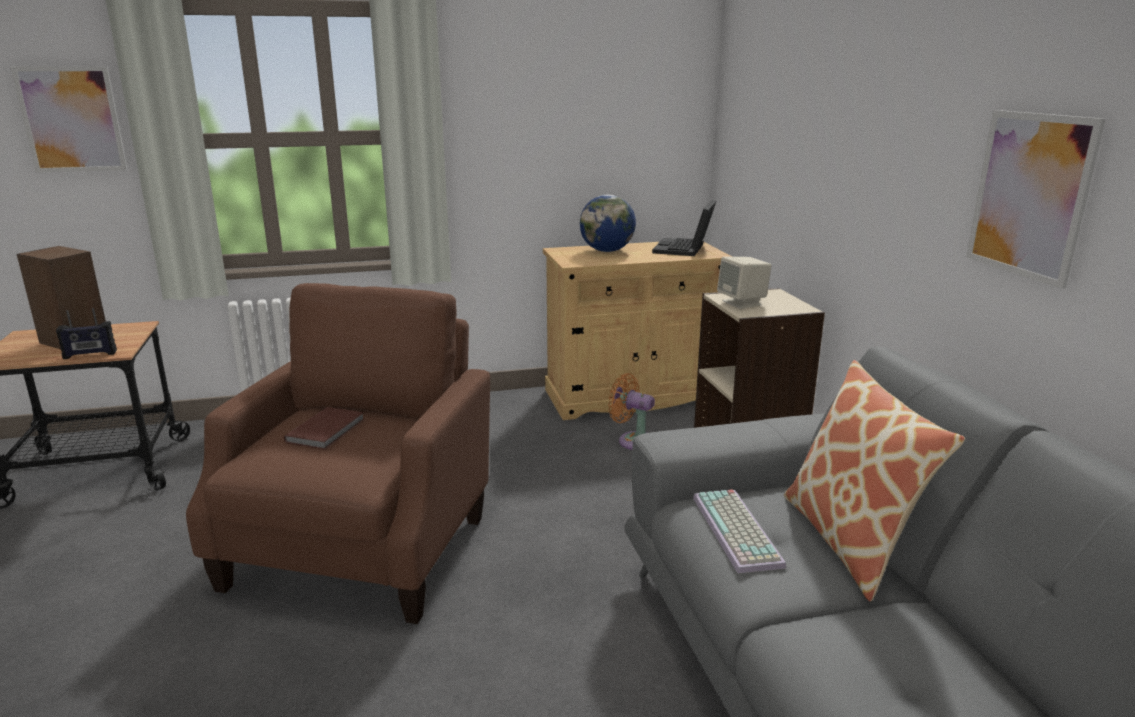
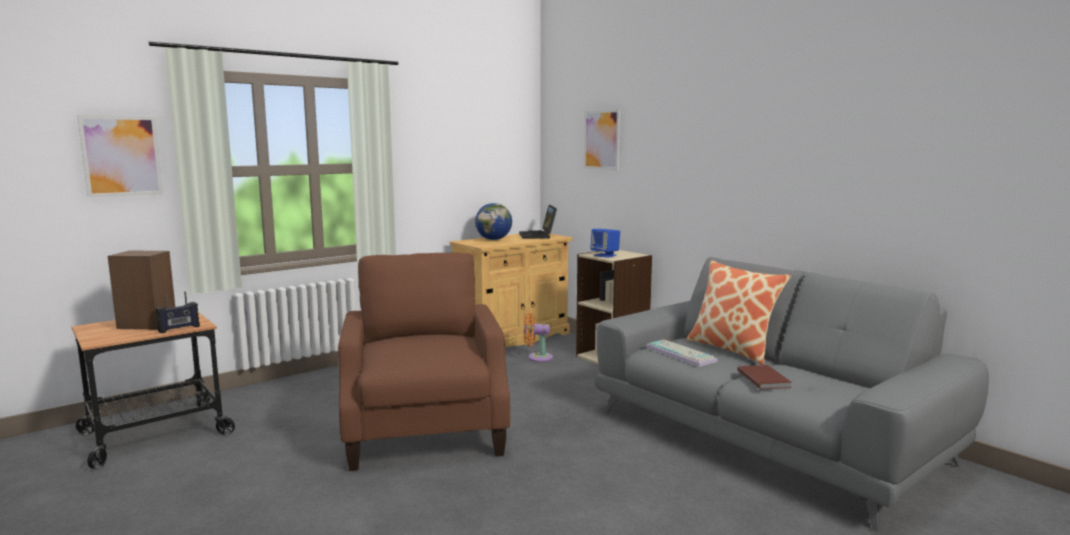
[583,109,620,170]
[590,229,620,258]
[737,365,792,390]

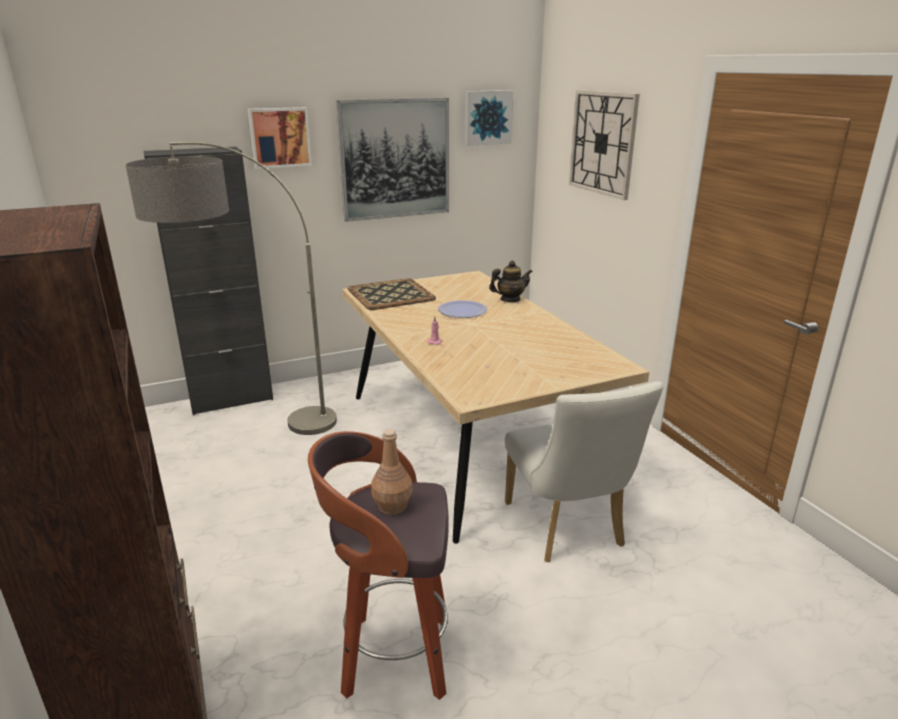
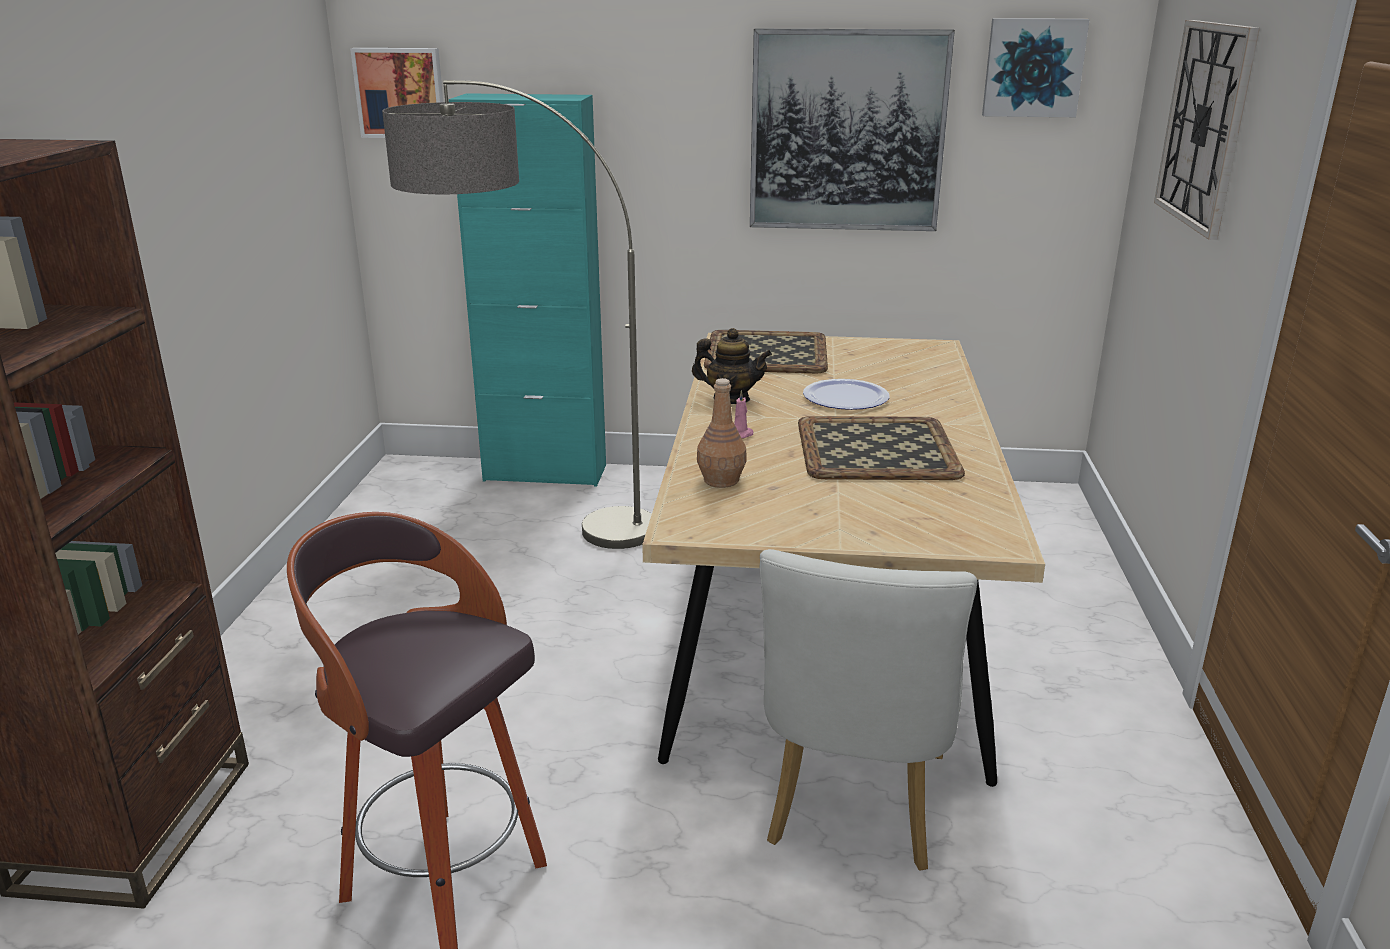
[350,48,443,138]
[449,93,606,487]
[692,328,772,404]
[697,378,747,488]
[798,416,965,480]

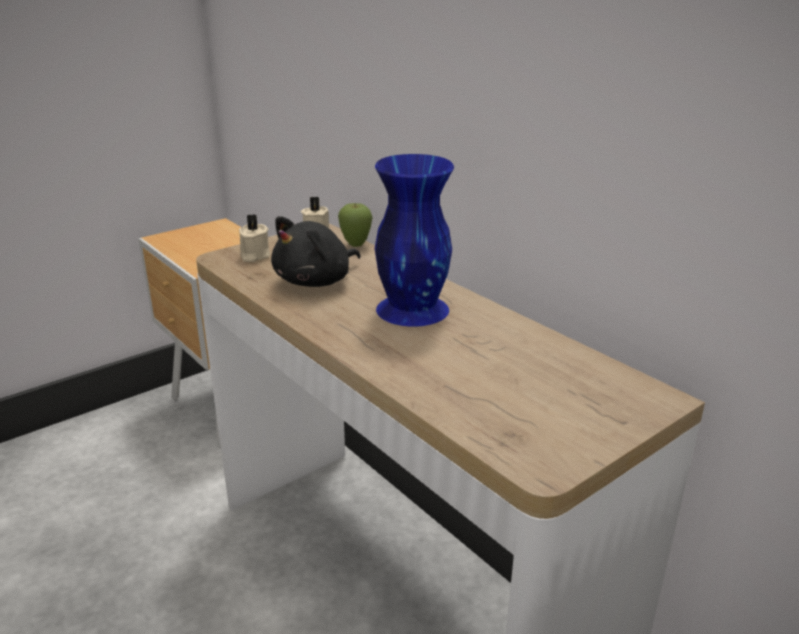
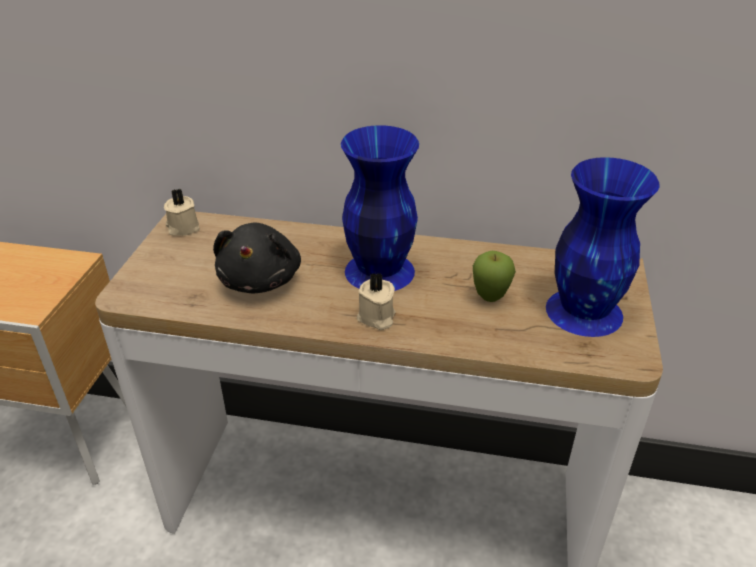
[357,272,396,330]
[473,251,516,302]
[546,157,659,337]

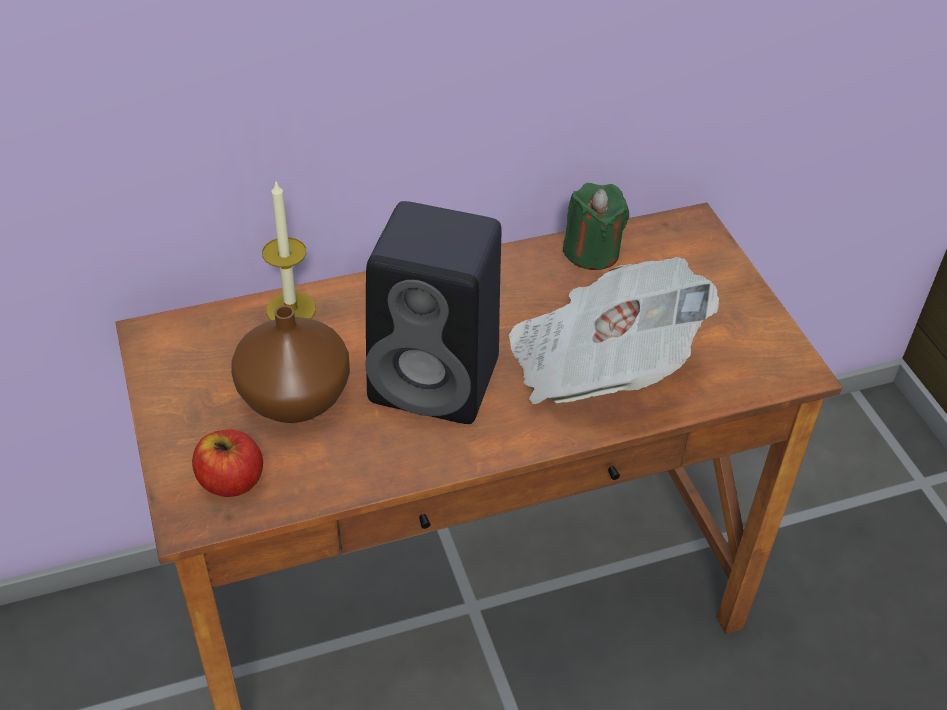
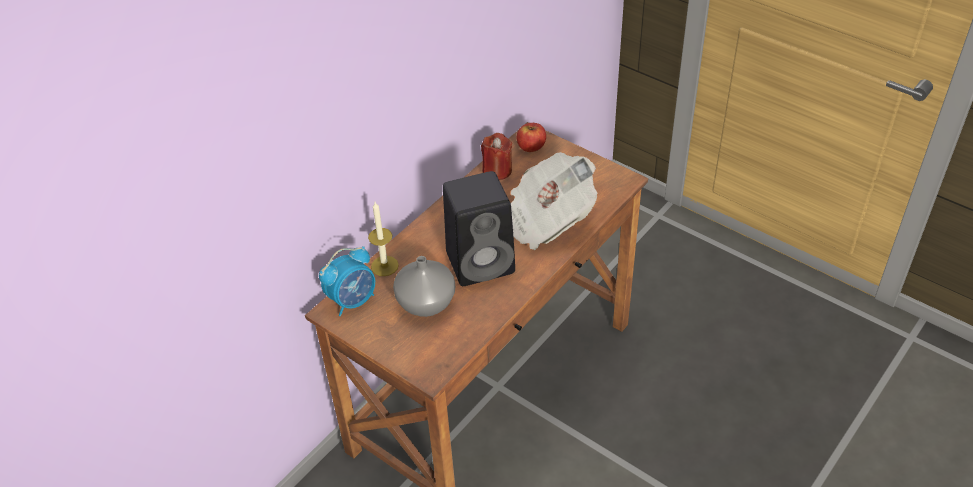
[319,246,375,316]
[393,256,455,317]
[481,133,512,180]
[517,123,546,152]

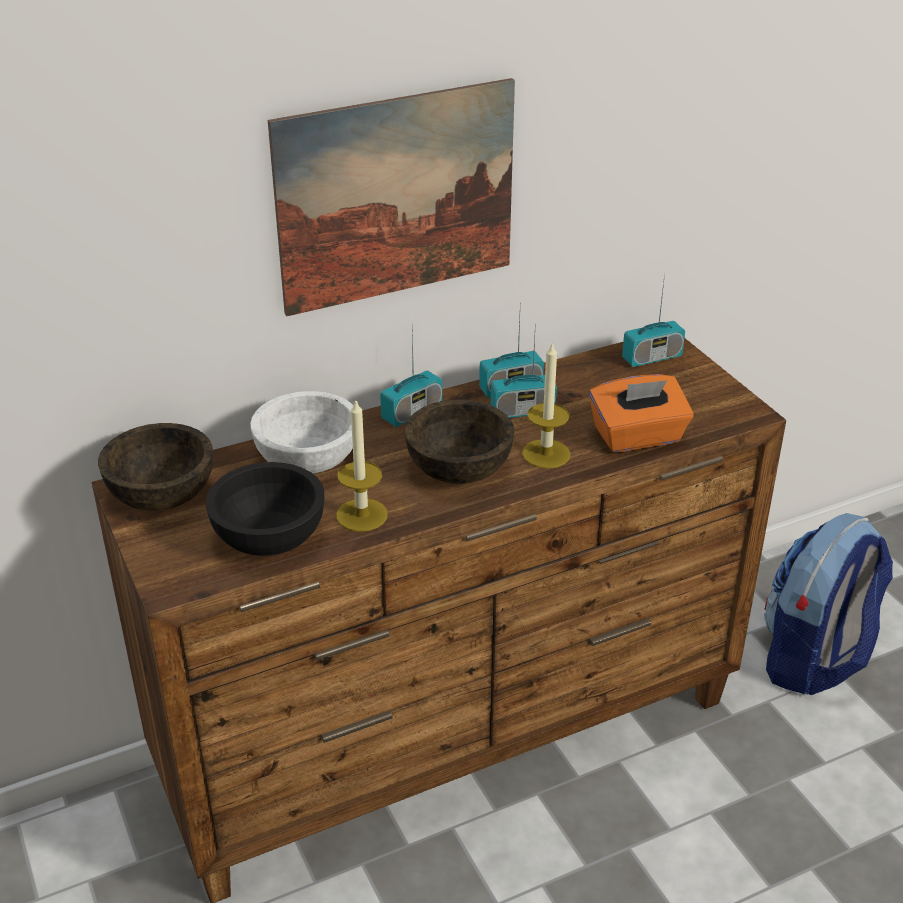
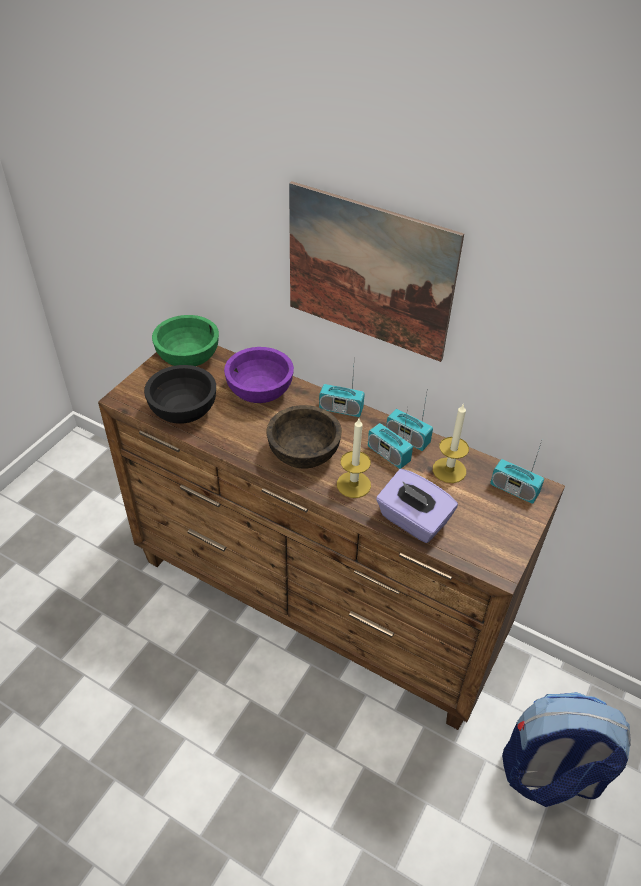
[152,315,219,366]
[224,347,294,403]
[376,469,458,543]
[433,403,469,483]

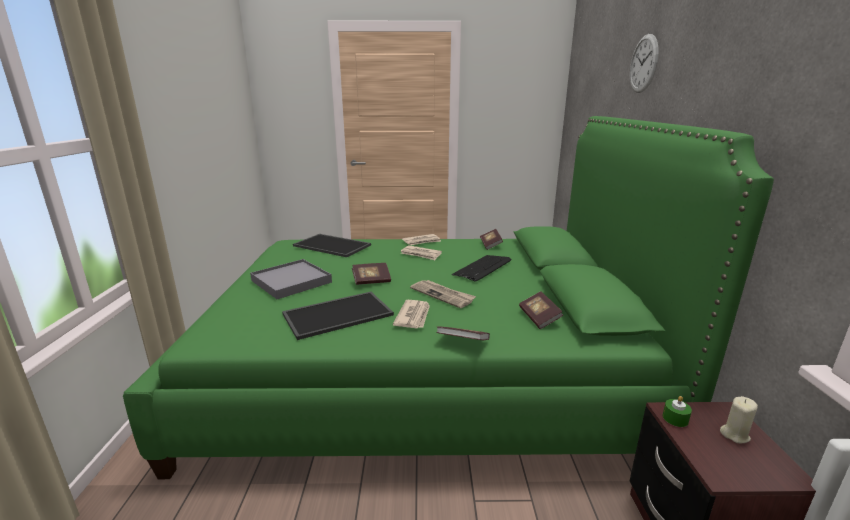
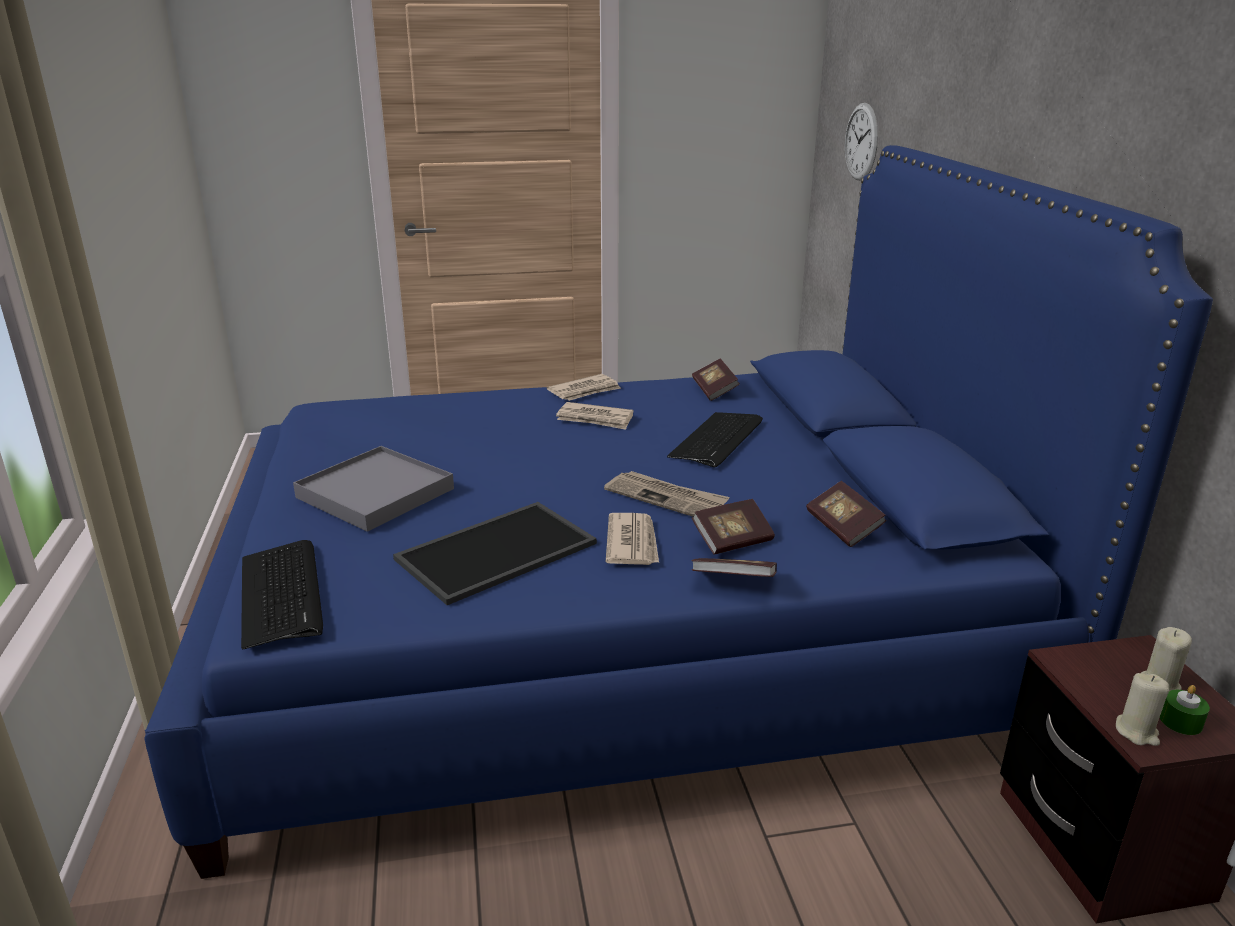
[144,145,1213,879]
[241,540,323,650]
[692,499,775,555]
[845,103,878,180]
[1116,673,1169,746]
[1160,685,1210,735]
[293,234,371,257] (first image)

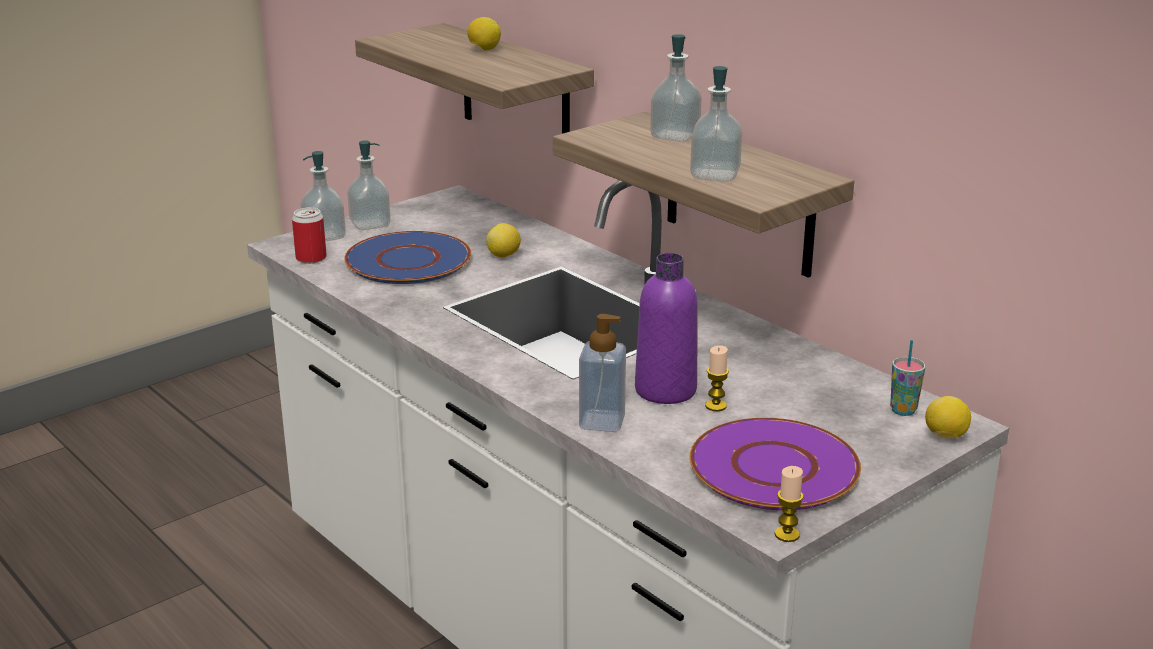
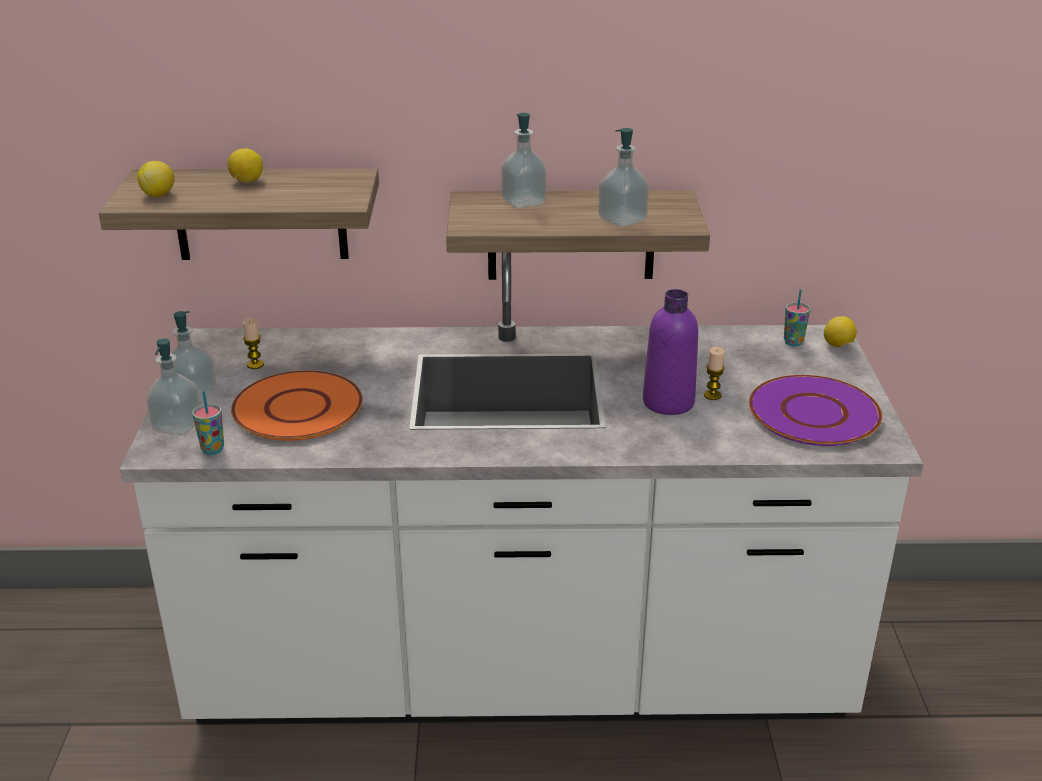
[137,161,174,197]
[192,391,224,455]
[231,370,363,441]
[243,318,264,369]
[579,314,626,432] (first image)

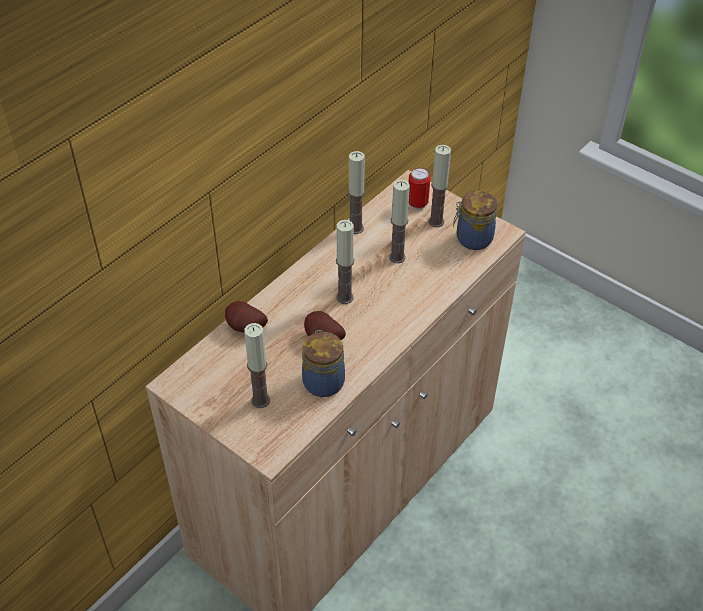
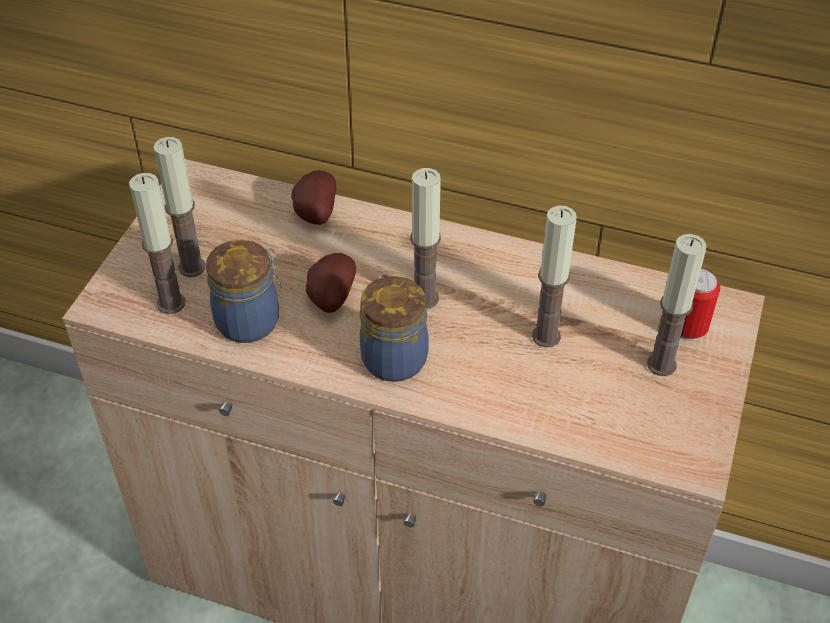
[129,173,185,314]
[360,274,429,382]

